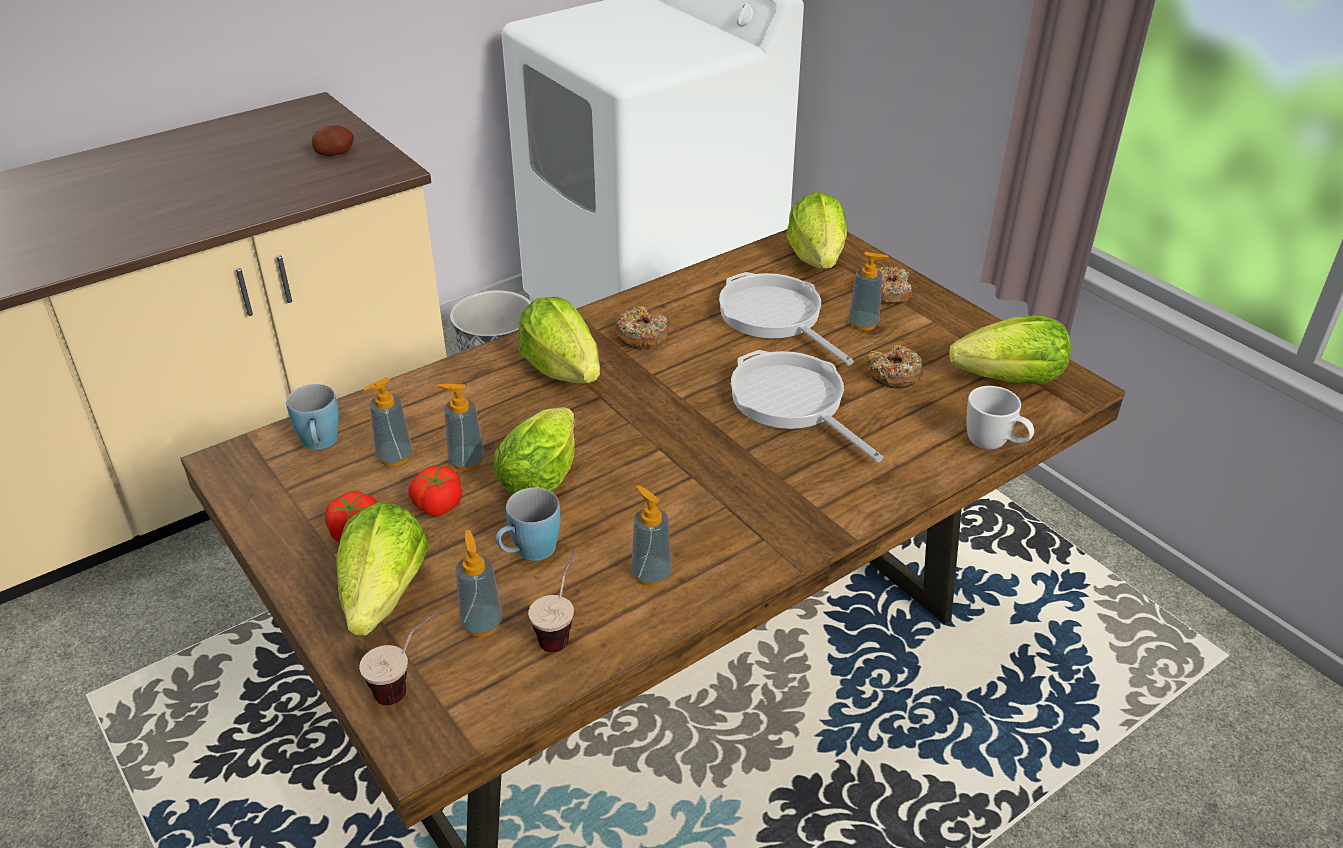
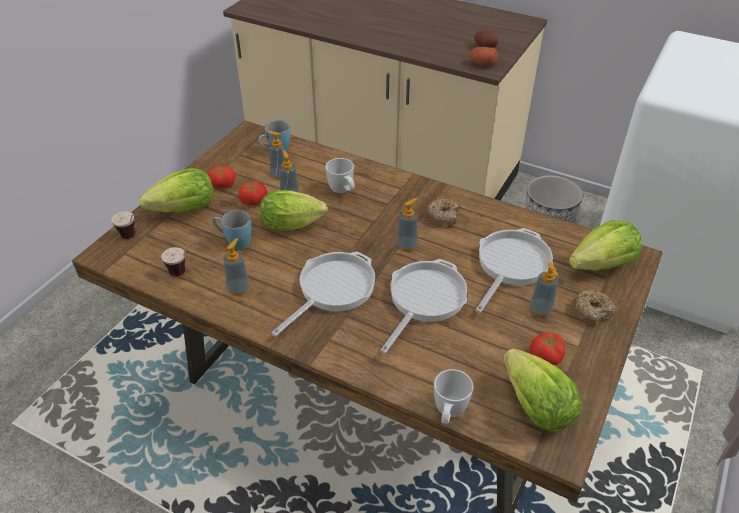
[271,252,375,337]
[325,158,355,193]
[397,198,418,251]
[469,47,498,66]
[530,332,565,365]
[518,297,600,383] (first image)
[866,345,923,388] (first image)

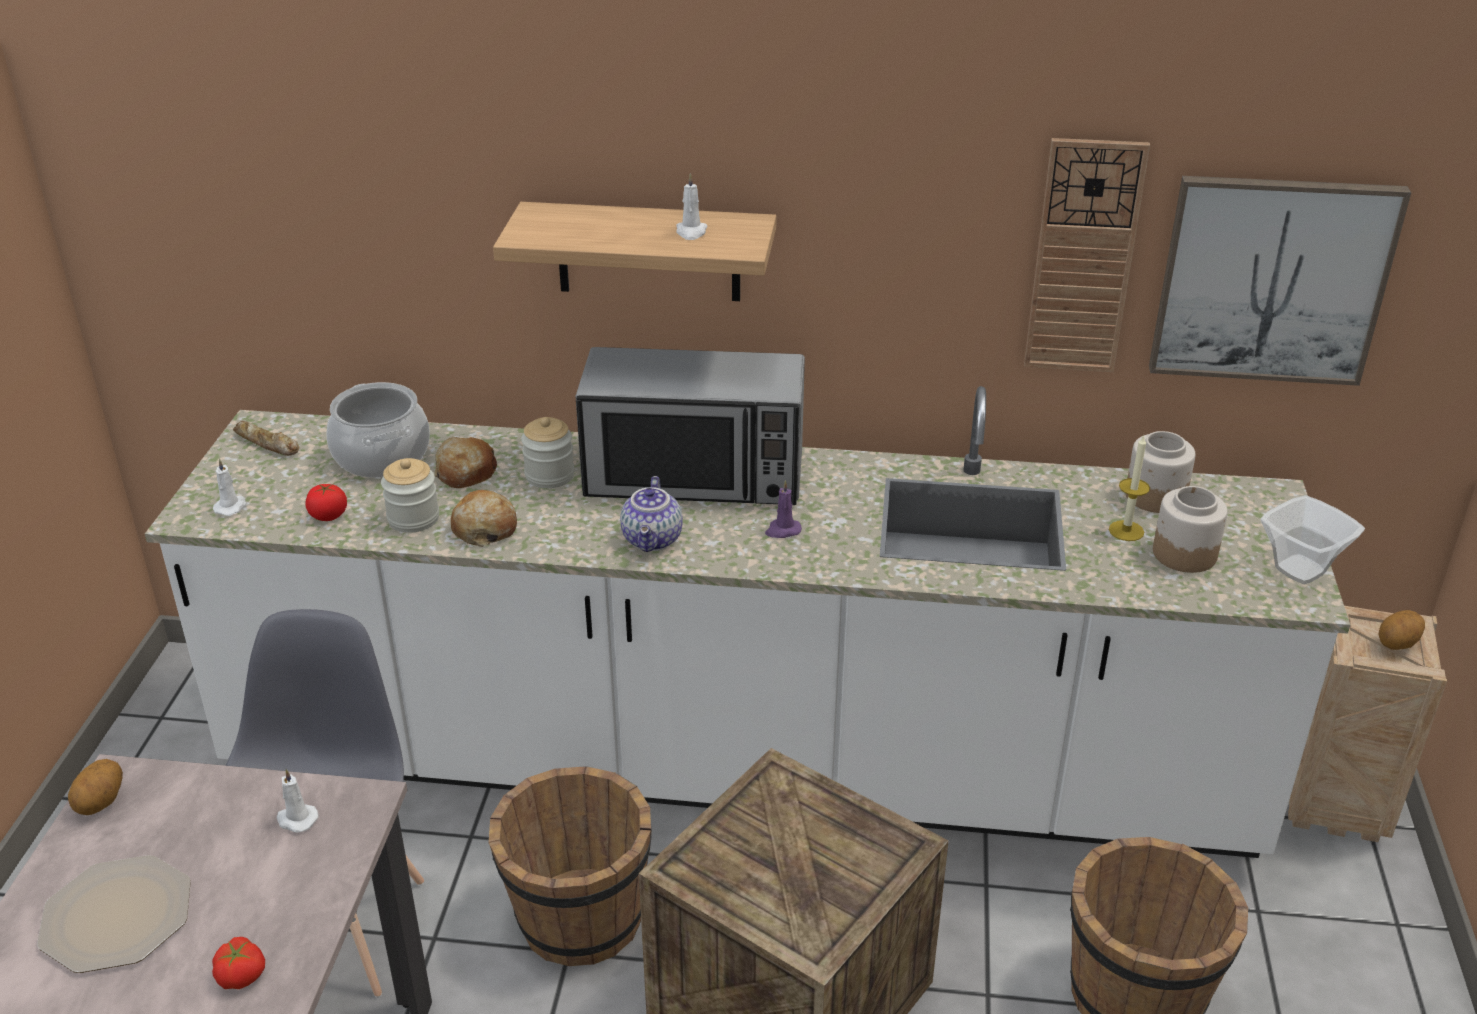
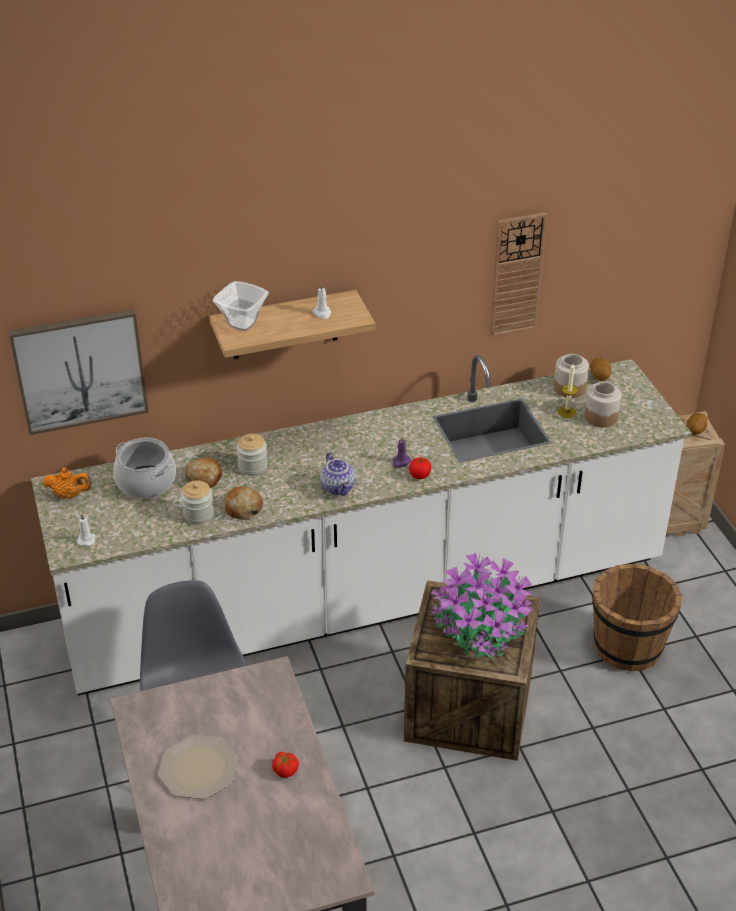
[9,309,148,435]
[43,468,92,499]
[212,281,269,331]
[409,458,432,479]
[430,553,533,658]
[590,358,611,381]
[277,769,318,833] (first image)
[488,766,652,966] (first image)
[576,347,805,505] (first image)

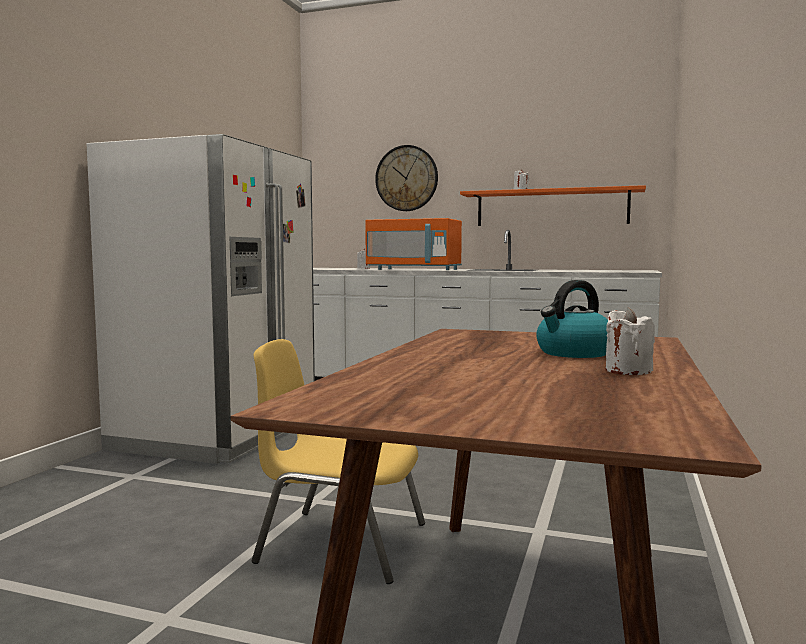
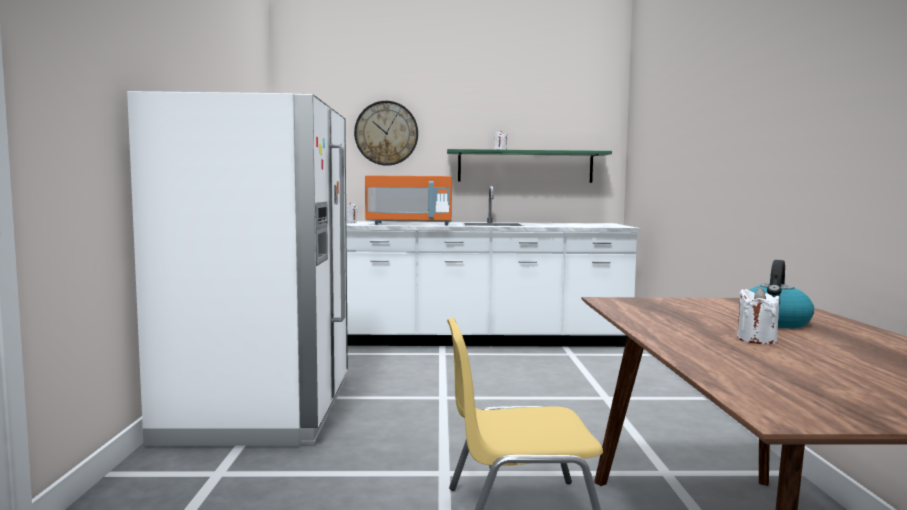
[447,149,612,183]
[737,287,779,344]

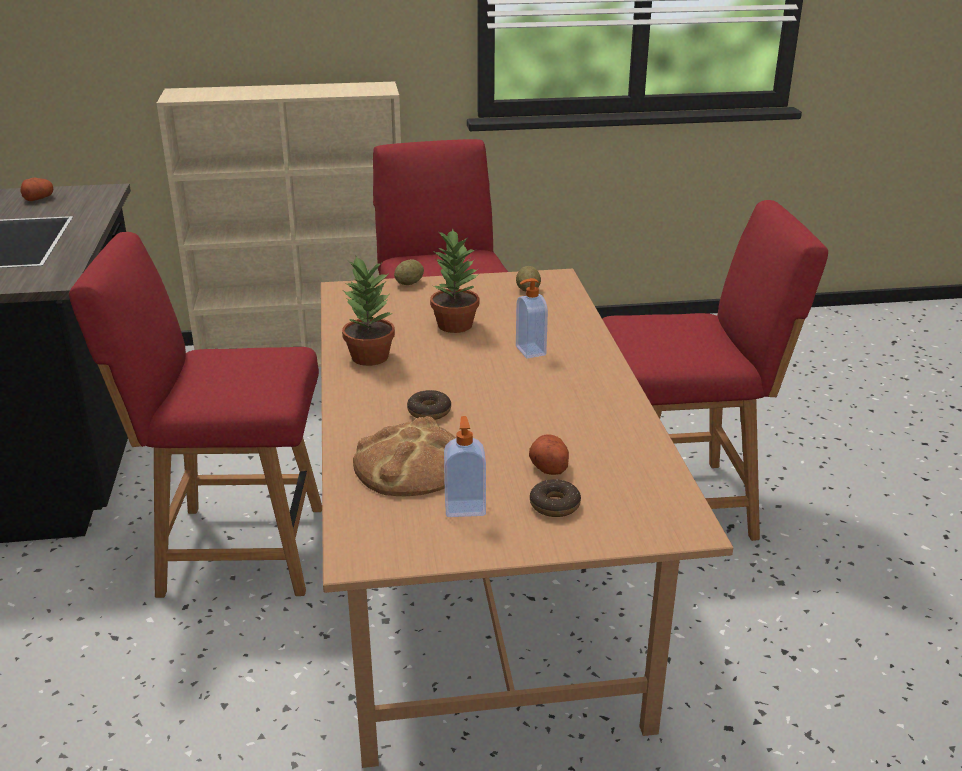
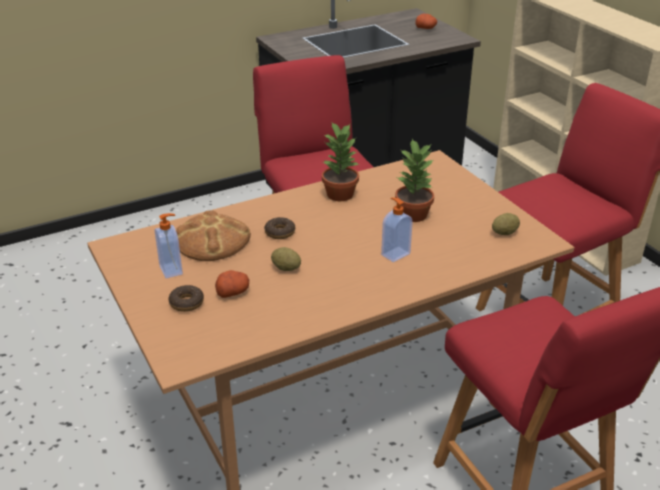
[271,247,301,271]

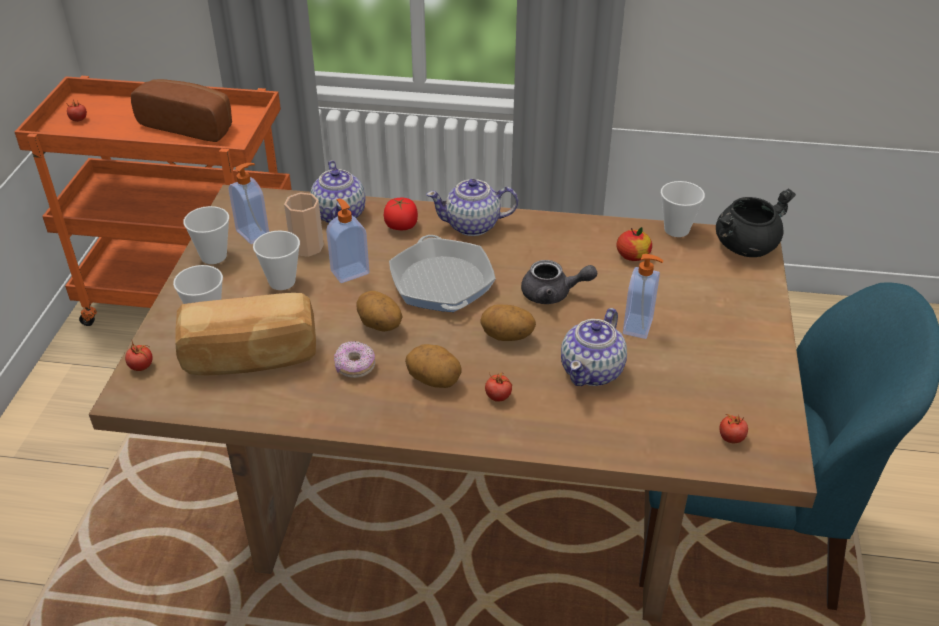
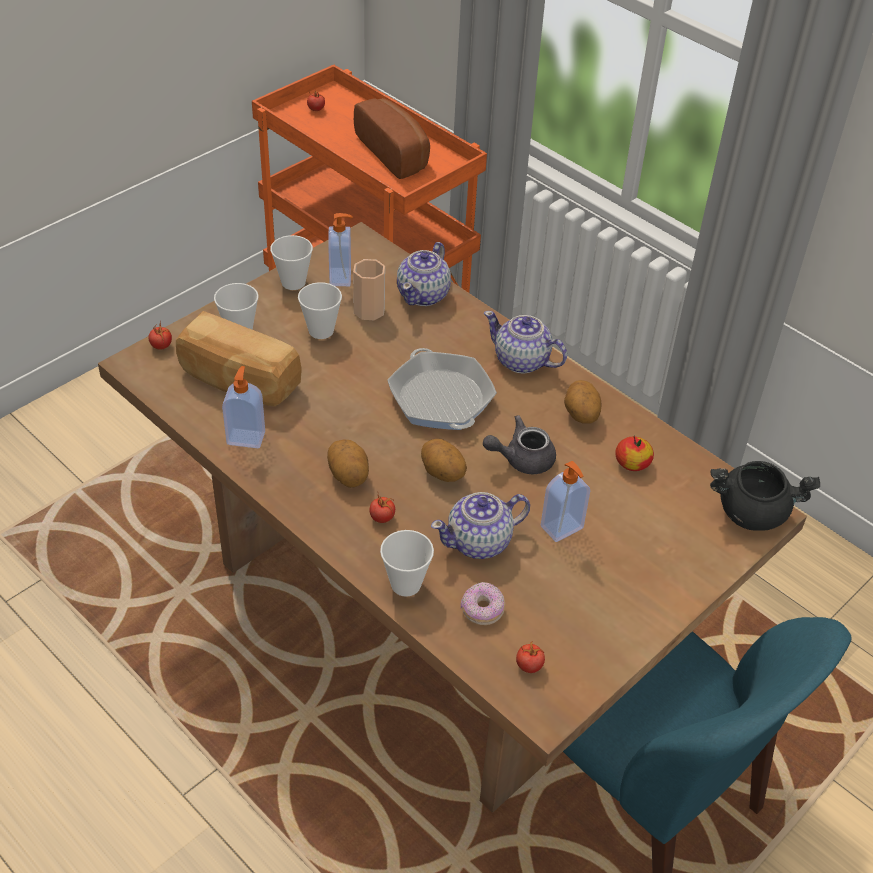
[222,366,265,448]
[380,530,434,597]
[387,348,497,430]
[460,582,505,625]
[483,415,556,474]
[564,380,601,423]
[384,198,418,230] (first image)

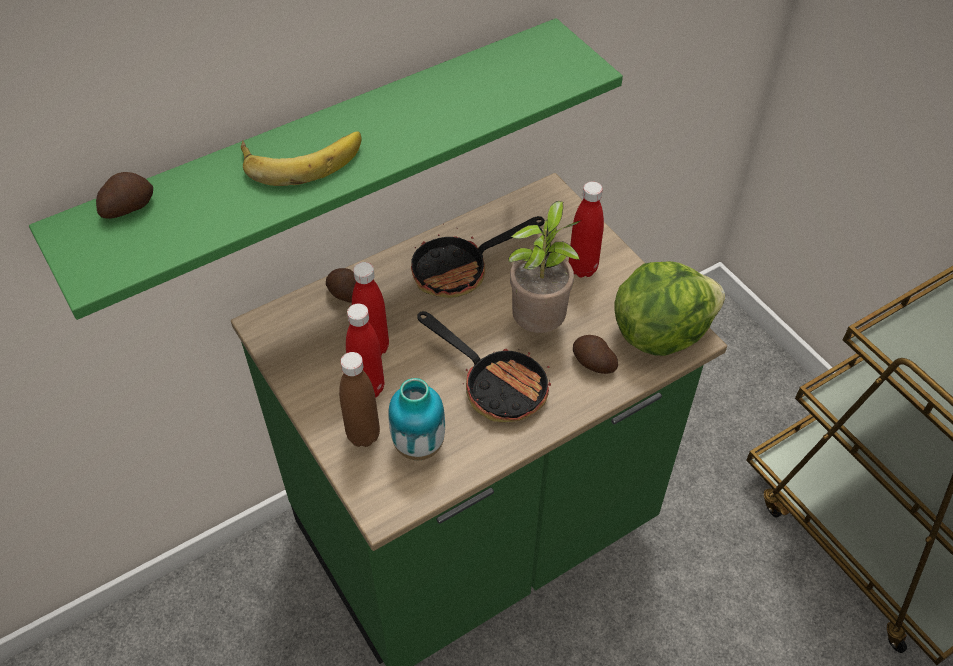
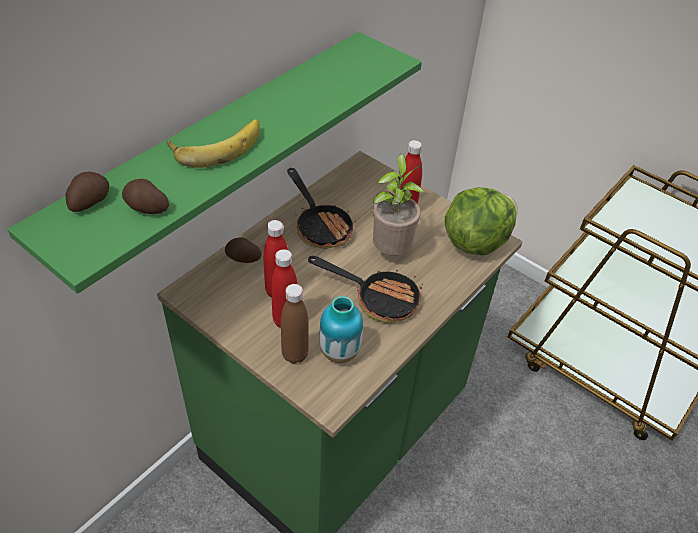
[122,179,169,214]
[287,168,356,249]

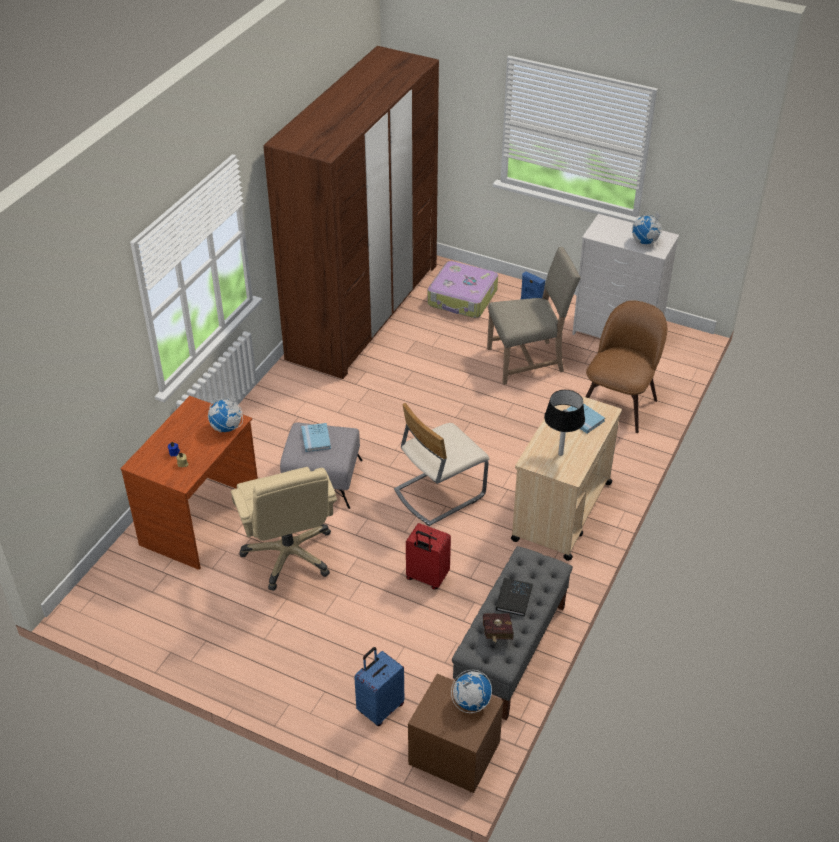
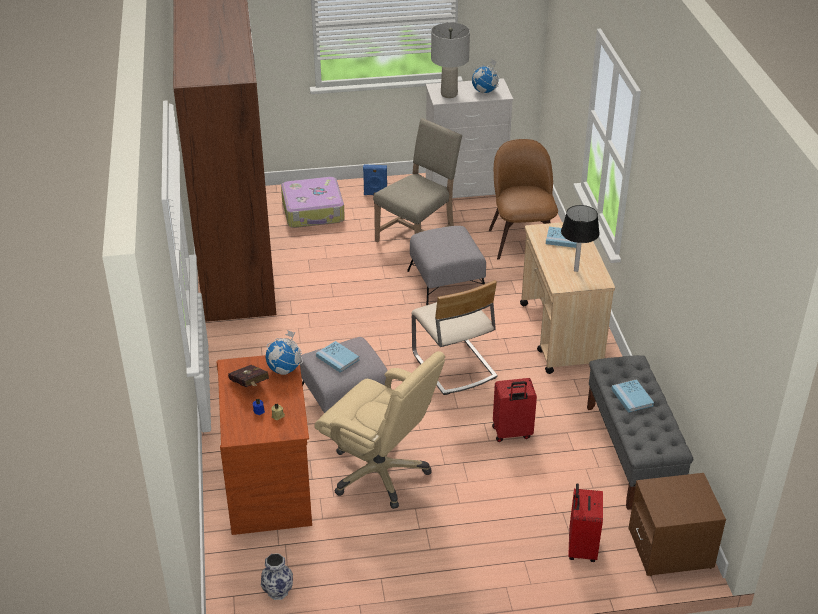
[228,365,269,387]
[261,553,293,600]
[407,226,486,305]
[411,280,498,395]
[431,23,470,98]
[568,483,603,562]
[611,379,654,413]
[451,670,492,713] (first image)

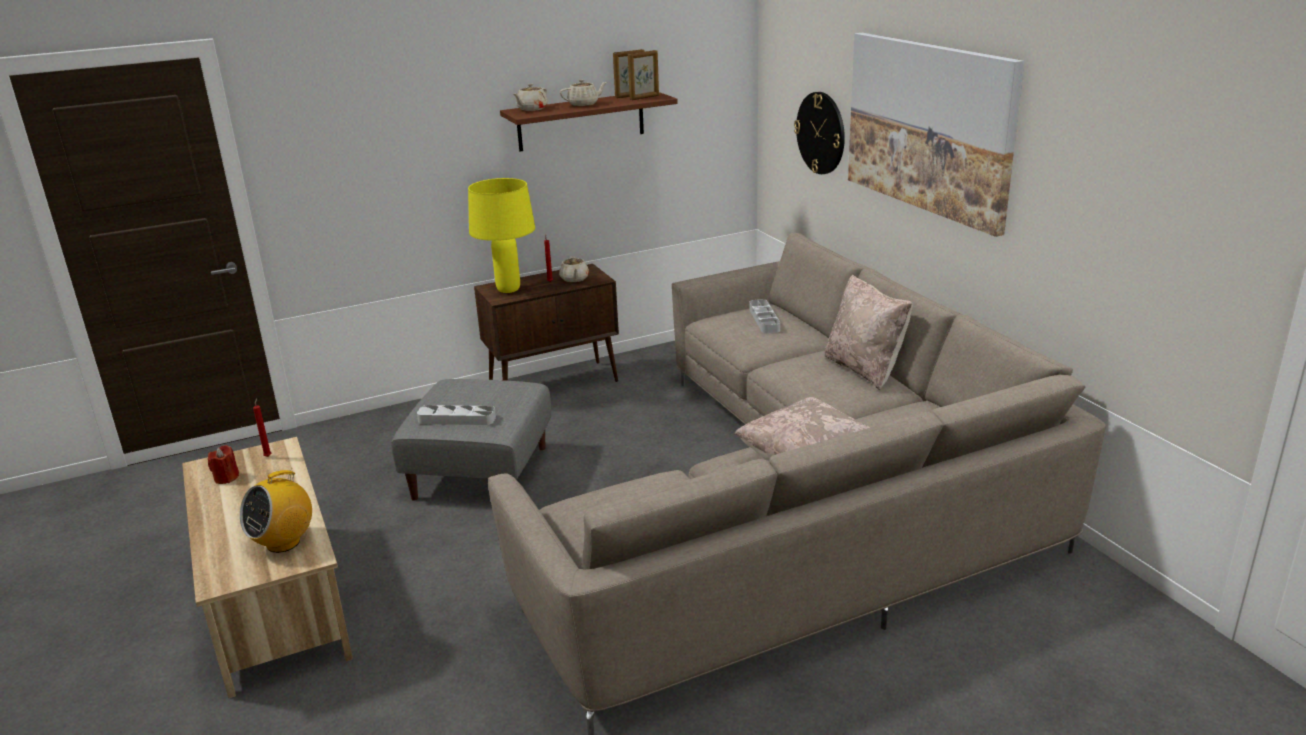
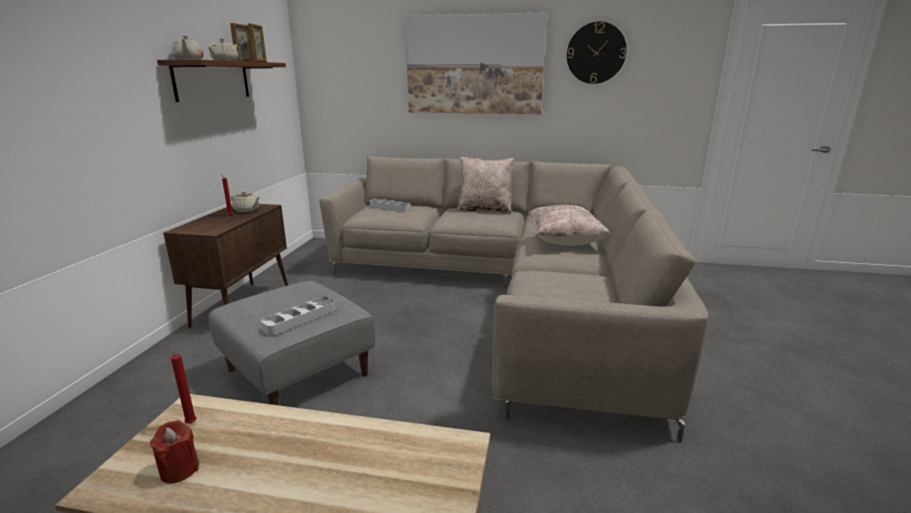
[567,21,627,84]
[240,470,312,553] (first image)
[468,178,535,293] (first image)

